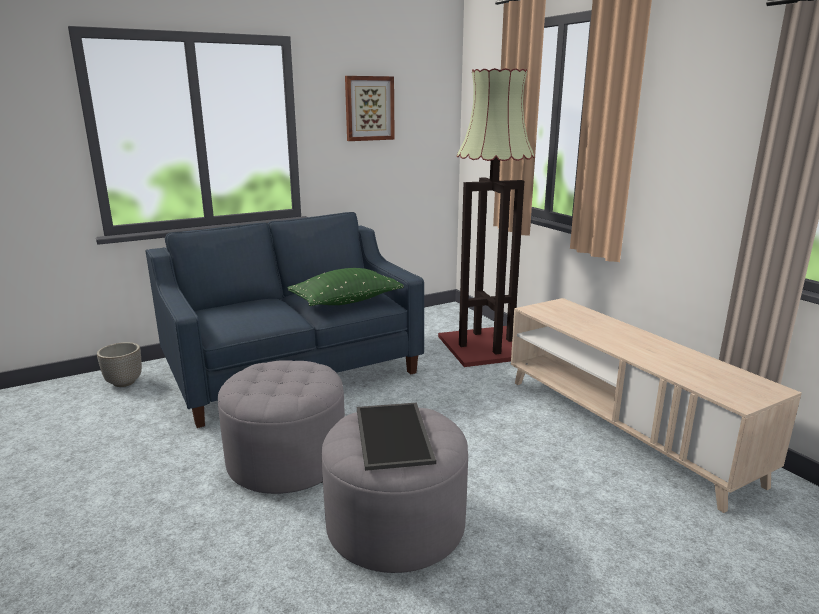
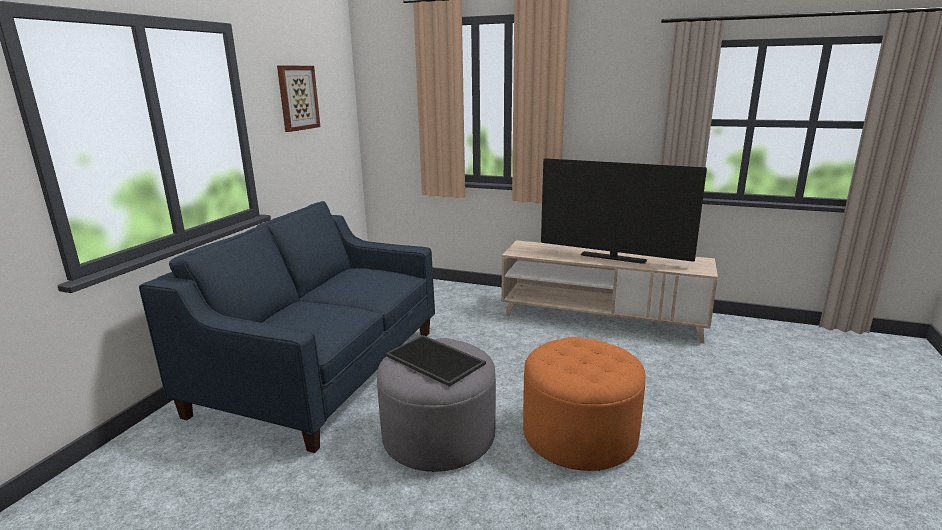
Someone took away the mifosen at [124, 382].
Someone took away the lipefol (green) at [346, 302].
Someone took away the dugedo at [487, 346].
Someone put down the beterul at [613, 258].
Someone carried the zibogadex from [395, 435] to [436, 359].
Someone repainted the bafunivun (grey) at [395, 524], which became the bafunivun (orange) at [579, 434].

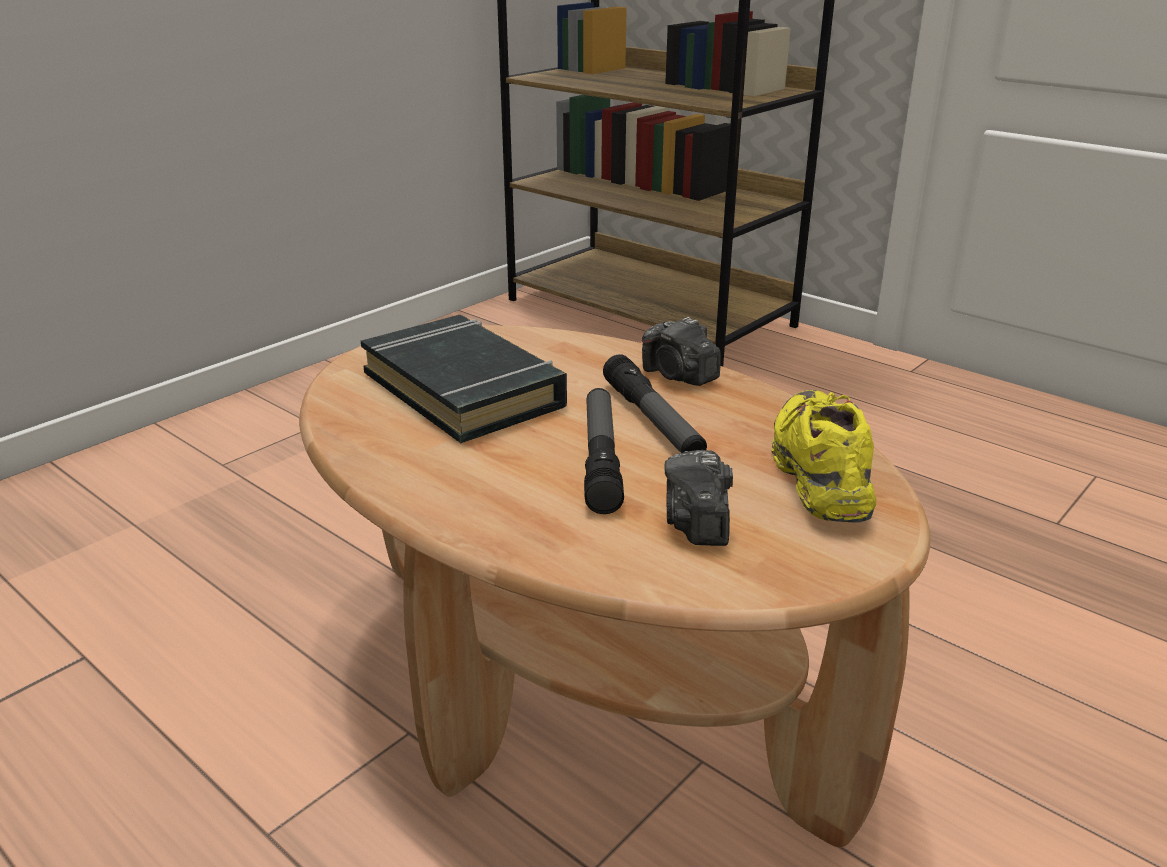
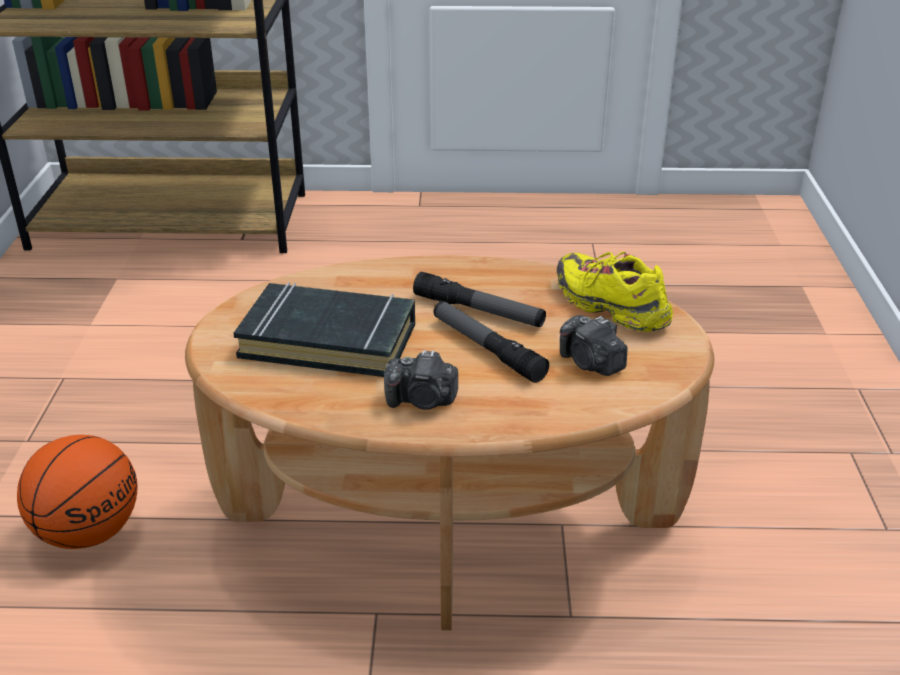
Someone put down the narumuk at [89, 531].
Someone carried the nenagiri from [679, 376] to [422, 400].

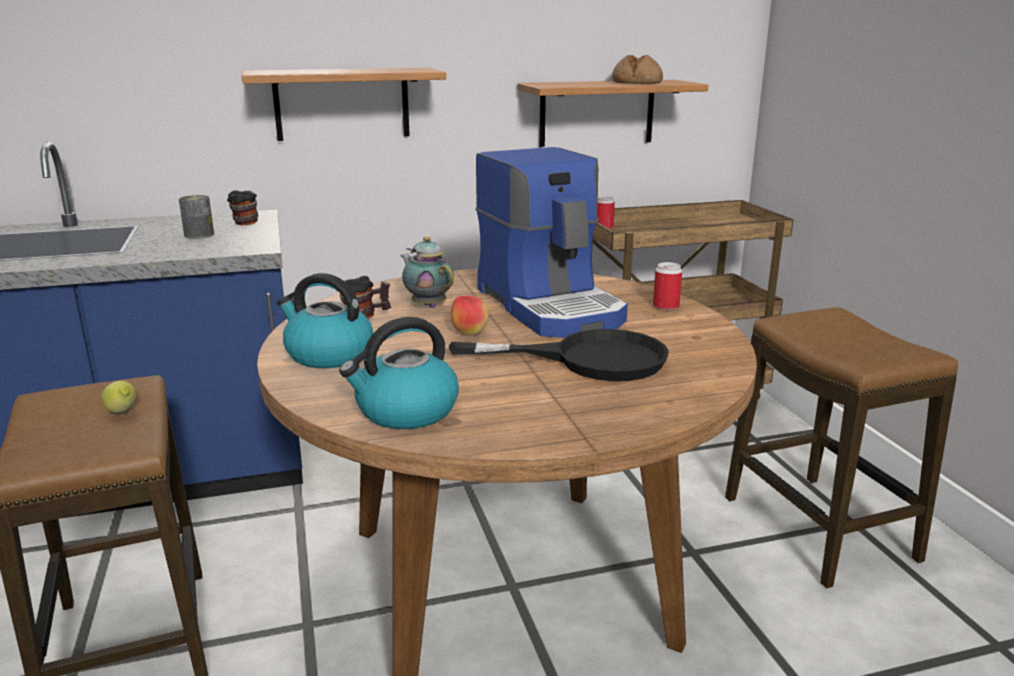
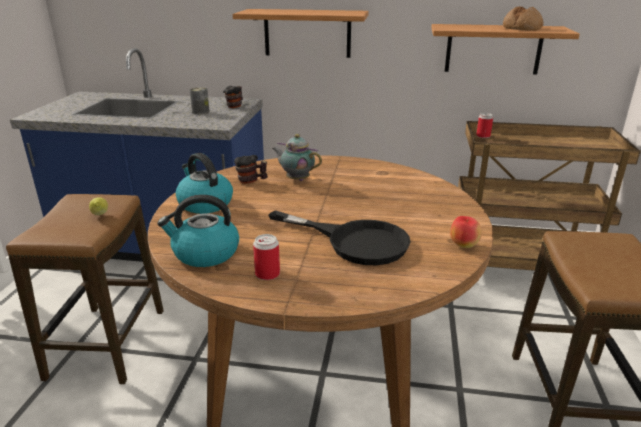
Someone took away the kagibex at [551, 306].
Someone carried the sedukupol from [469, 333] to [463, 245].
Someone carried the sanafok from [665, 306] to [267, 274].
Someone rotated the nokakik at [428, 305] by 45 degrees counterclockwise.

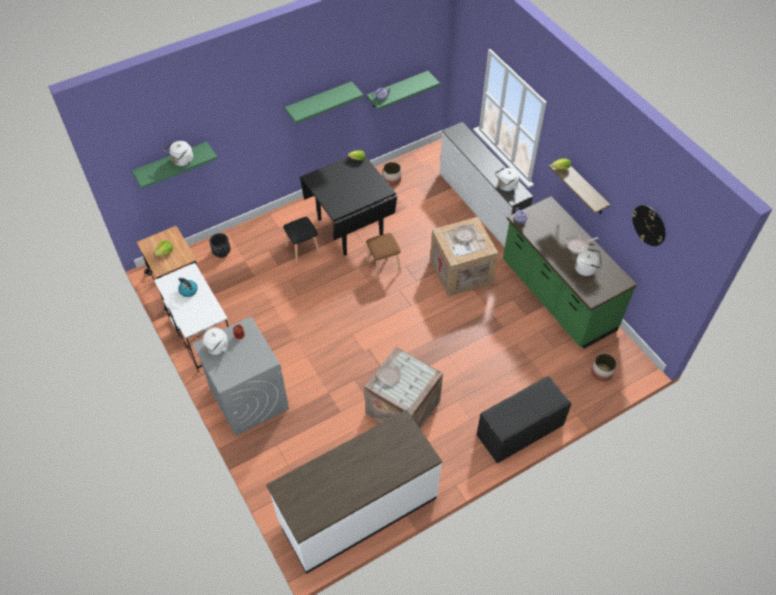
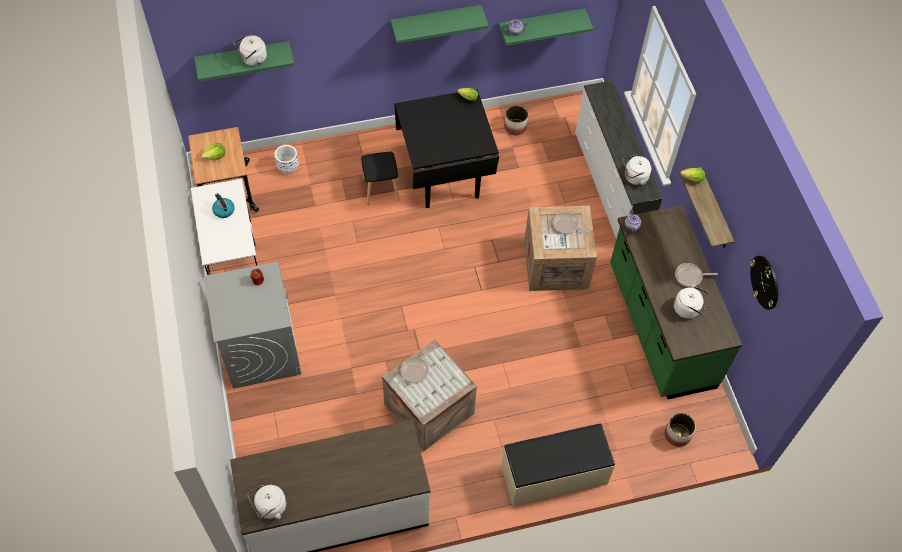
Someone took away the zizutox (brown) at [383, 266].
Someone carried the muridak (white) from [216, 348] to [269, 507].
Someone repainted the mifosen (black) at [222, 252], which became the mifosen (white) at [288, 167].
Someone repainted the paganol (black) at [520, 430], which became the paganol (beige) at [554, 475].

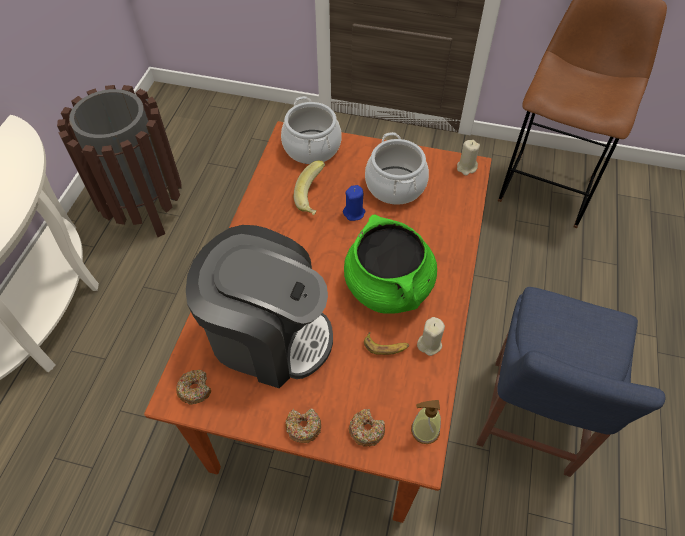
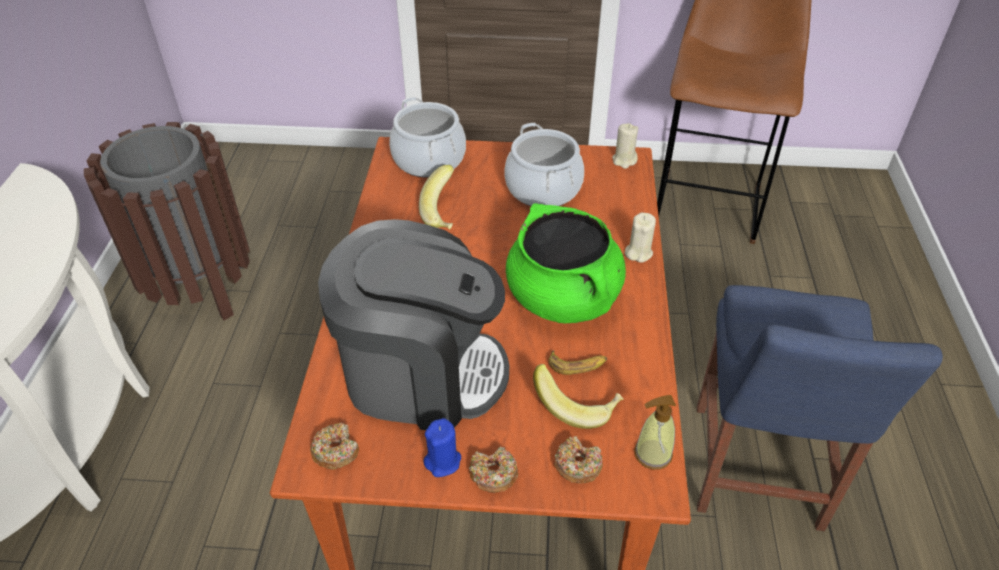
Someone put down the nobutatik at [577, 405].
Someone carried the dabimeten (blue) from [354, 213] to [443, 461].
Someone carried the dabimeten (beige) from [429, 344] to [638, 253].

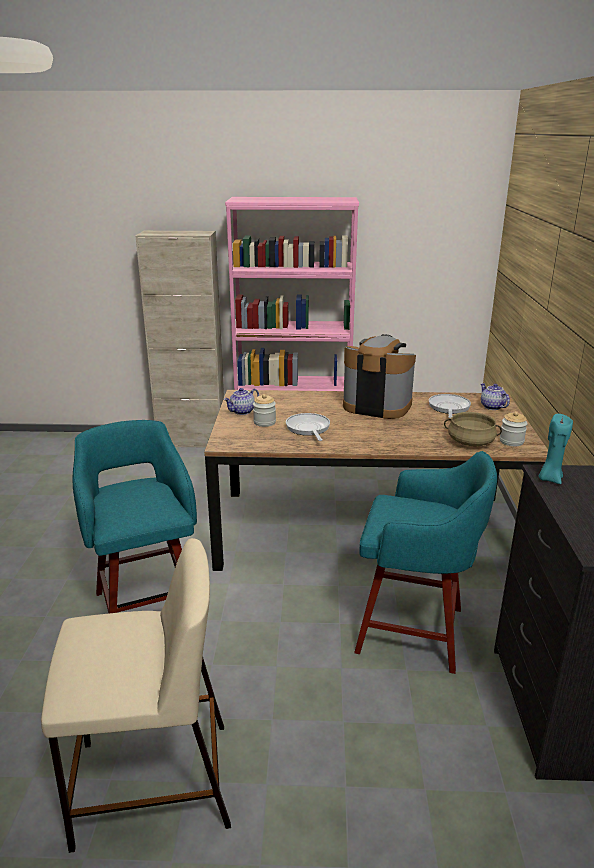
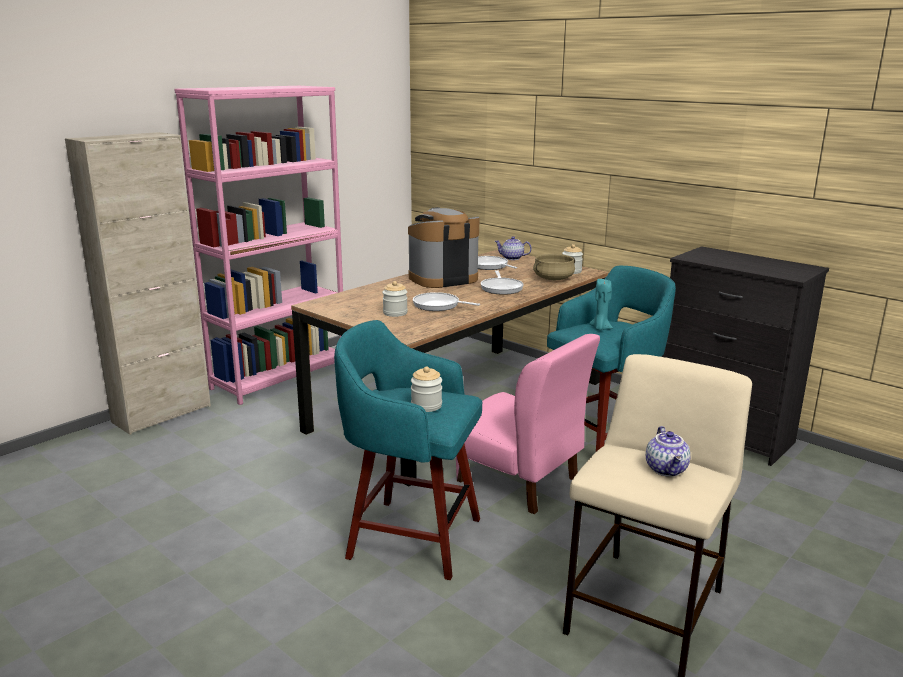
Someone put down the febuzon at [426, 406].
Someone put down the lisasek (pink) at [518, 480].
Someone put down the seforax at [501, 288].
Someone carried the nokakik from [242, 412] to [667, 470].
Someone carried the dabimeten (turquoise) from [550, 479] to [600, 328].

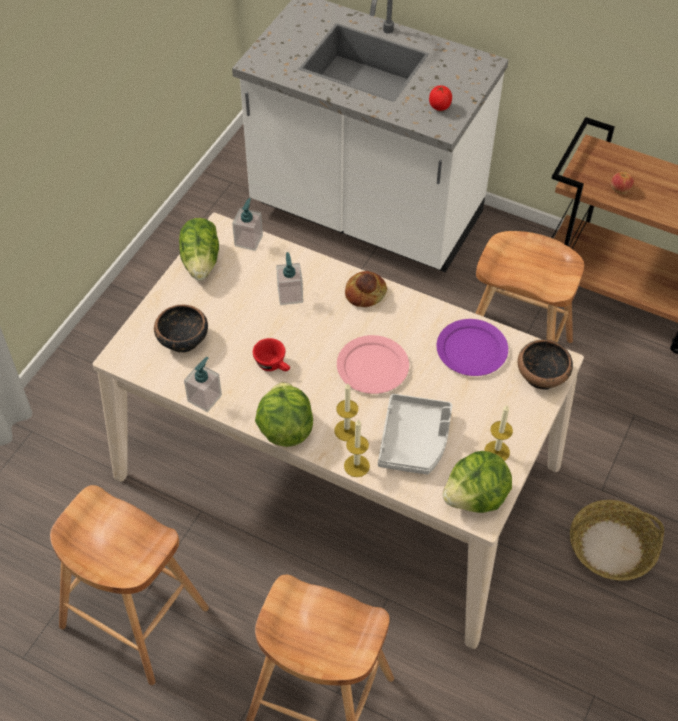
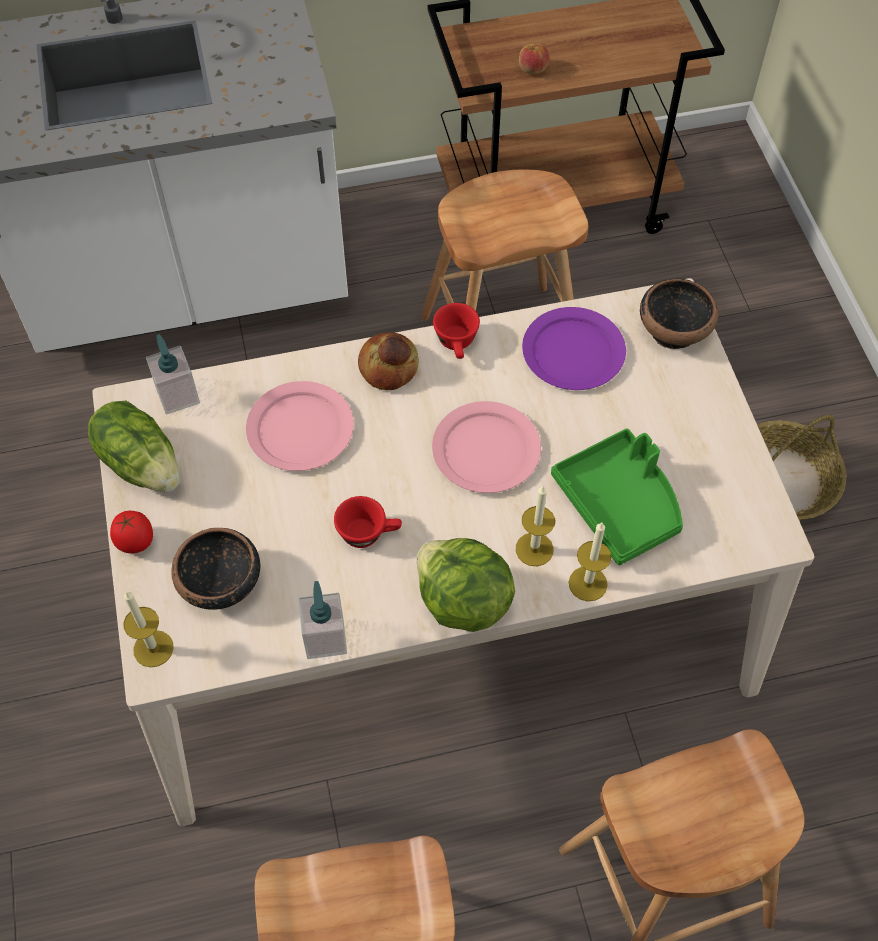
Someone took away the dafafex at [476, 498].
Someone put down the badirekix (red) at [457, 344].
Someone carried the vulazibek from [439, 107] to [136, 543].
Someone carried the dabimeten from [497, 451] to [153, 648].
Someone swapped the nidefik at [290, 295] for the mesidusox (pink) at [300, 430].
Someone repainted the zibogadex (grey) at [415, 440], which became the zibogadex (green) at [620, 504].

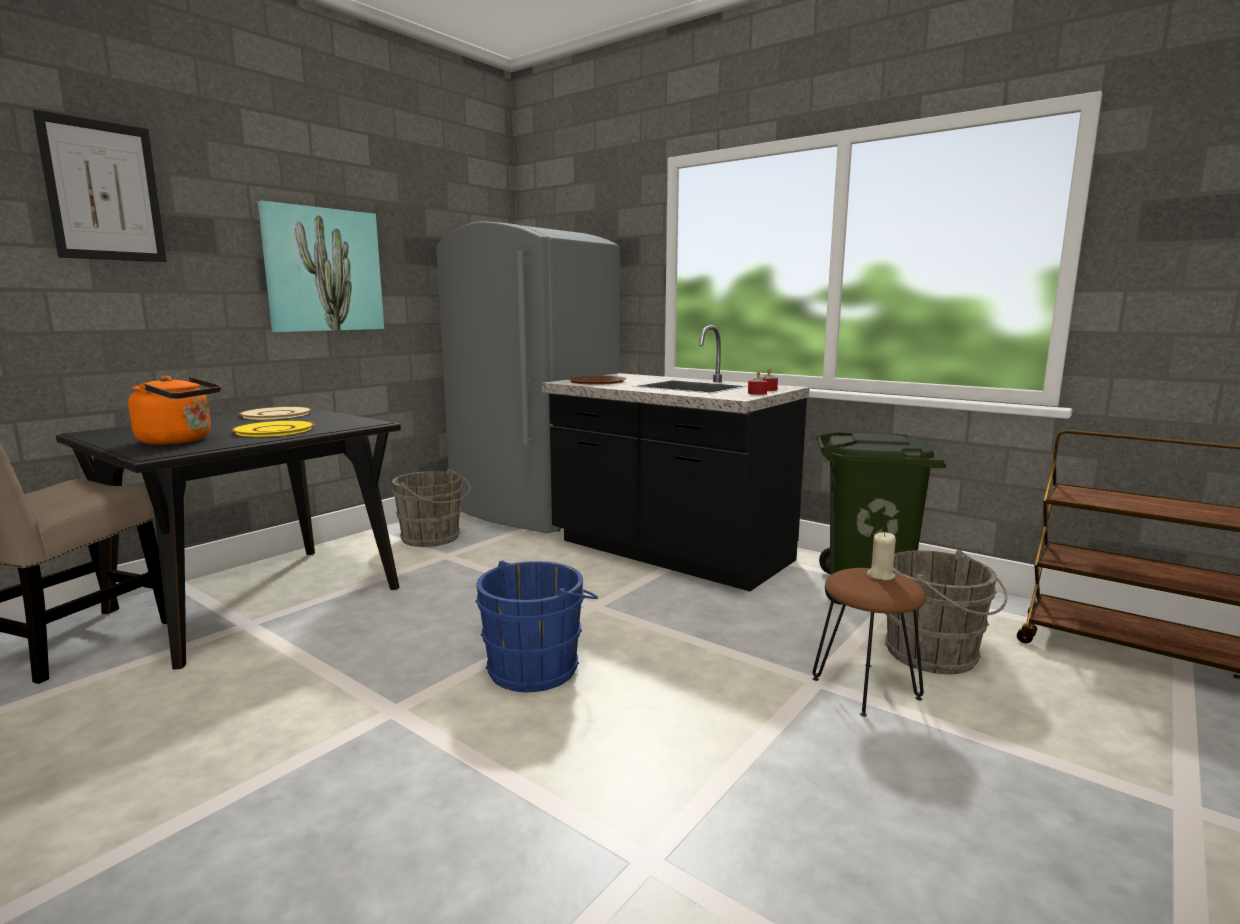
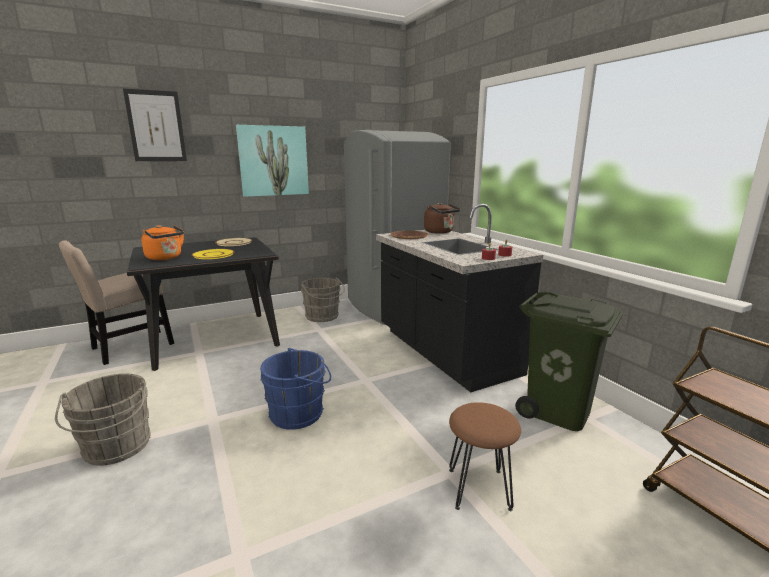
Someone took away the dabimeten (beige) at [880, 575].
Someone put down the muridak (brown) at [440, 232].
Someone carried the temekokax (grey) from [936, 655] to [116, 448].

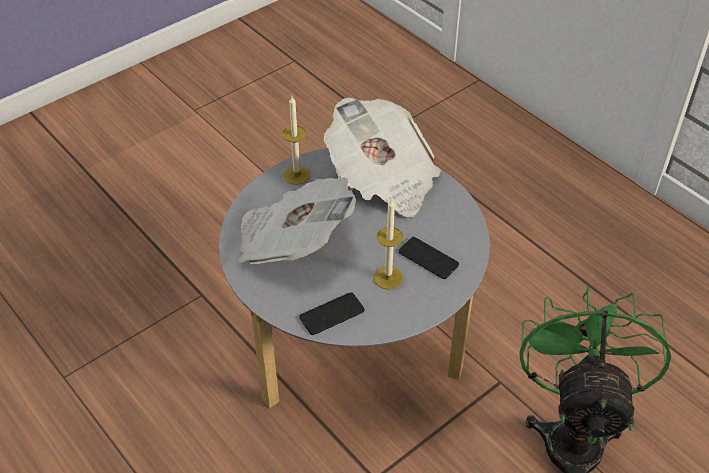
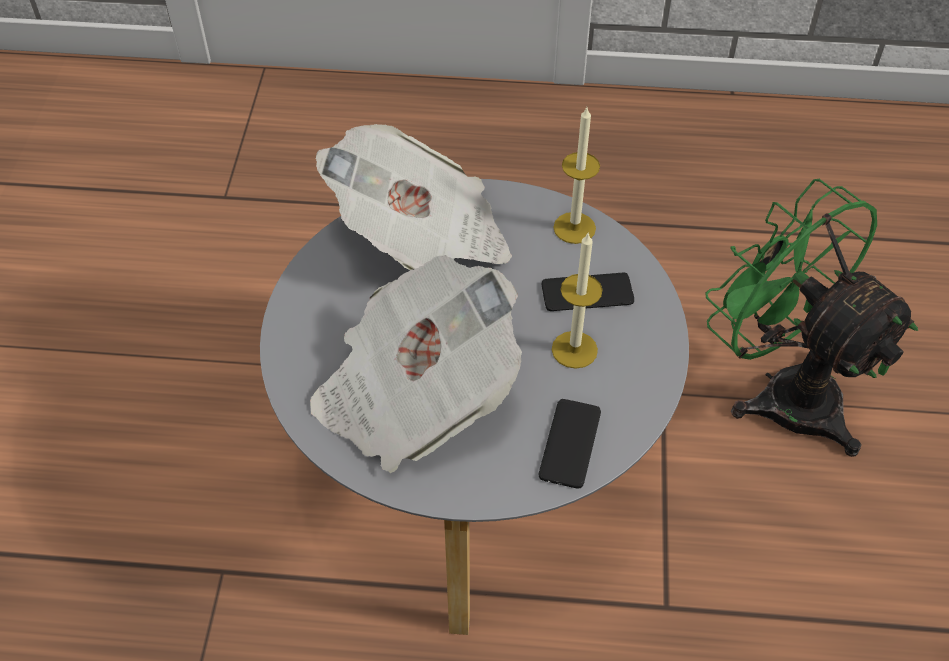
Someone carried the dabimeten from [296, 175] to [574, 228].

